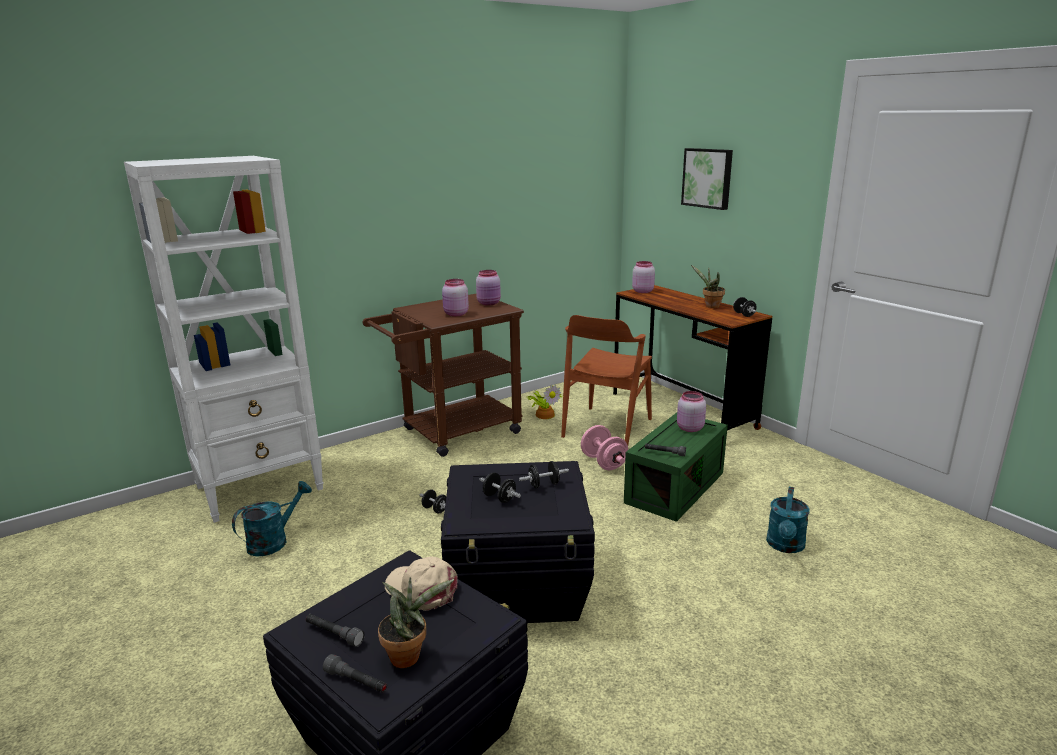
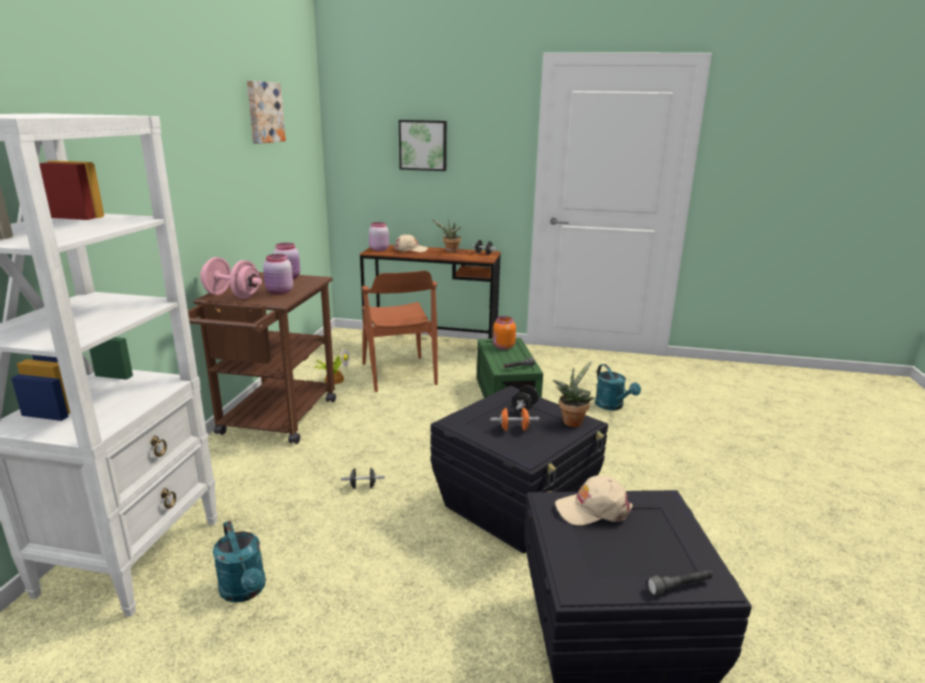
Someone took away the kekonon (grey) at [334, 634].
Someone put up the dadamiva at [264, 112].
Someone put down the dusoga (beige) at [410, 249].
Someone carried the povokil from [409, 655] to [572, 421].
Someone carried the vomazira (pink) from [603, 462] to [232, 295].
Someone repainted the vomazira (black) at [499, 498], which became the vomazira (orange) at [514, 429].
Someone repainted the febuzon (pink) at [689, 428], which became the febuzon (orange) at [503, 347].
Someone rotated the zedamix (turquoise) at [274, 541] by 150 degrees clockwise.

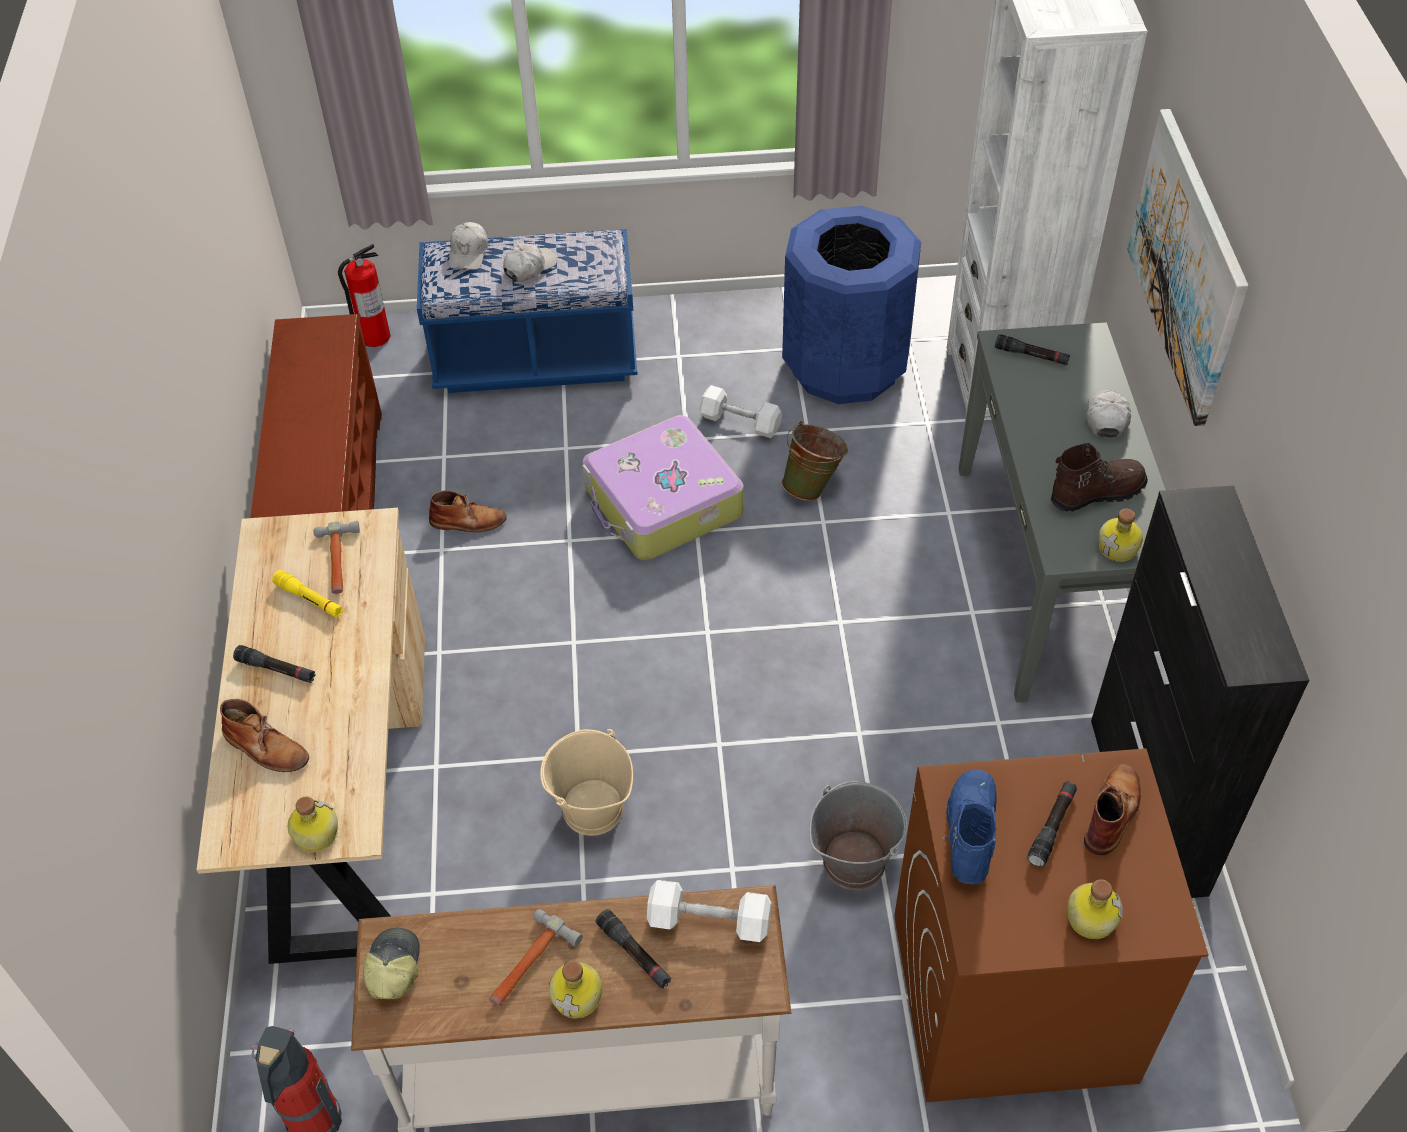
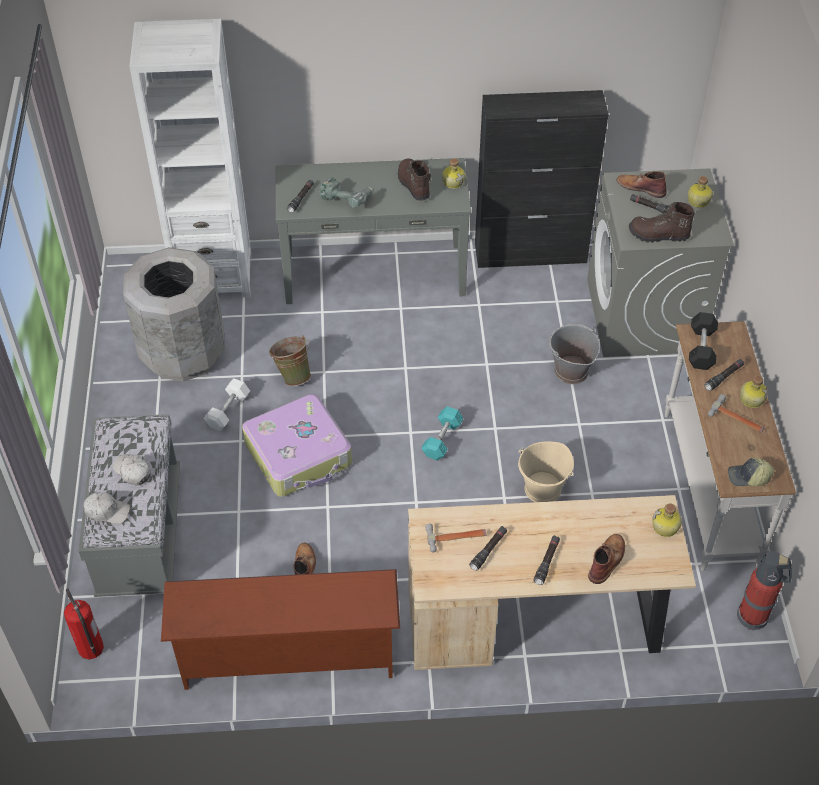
Someone took away the dusoga (white) at [1106, 417].
Someone took away the dadamiva at [1187, 265].
Someone put down the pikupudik at [347, 199].
Someone put down the vomazira (turquoise) at [442, 439].
Someone repainted the kekonon (yellow) at [309, 599], which became the kekonon (black) at [488, 550].
Someone repainted the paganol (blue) at [536, 358], which became the paganol (grey) at [140, 533].
Someone repainted the vomazira (white) at [709, 921], which became the vomazira (black) at [701, 348].
Someone repainted the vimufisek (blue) at [845, 366], which became the vimufisek (grey) at [182, 353].
Someone repainted the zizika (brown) at [1011, 998], which became the zizika (grey) at [644, 316].
Someone repainted the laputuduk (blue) at [969, 833], which became the laputuduk (brown) at [658, 235].

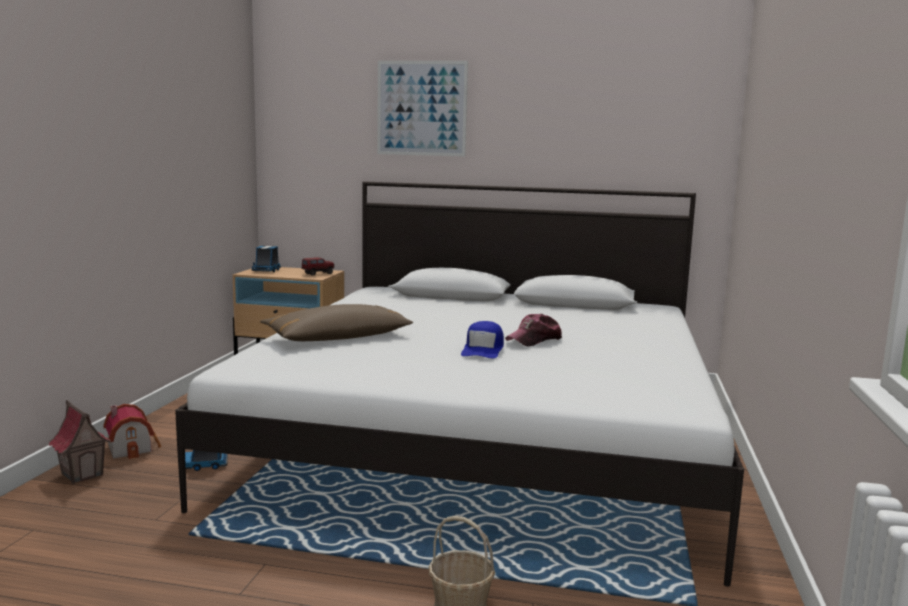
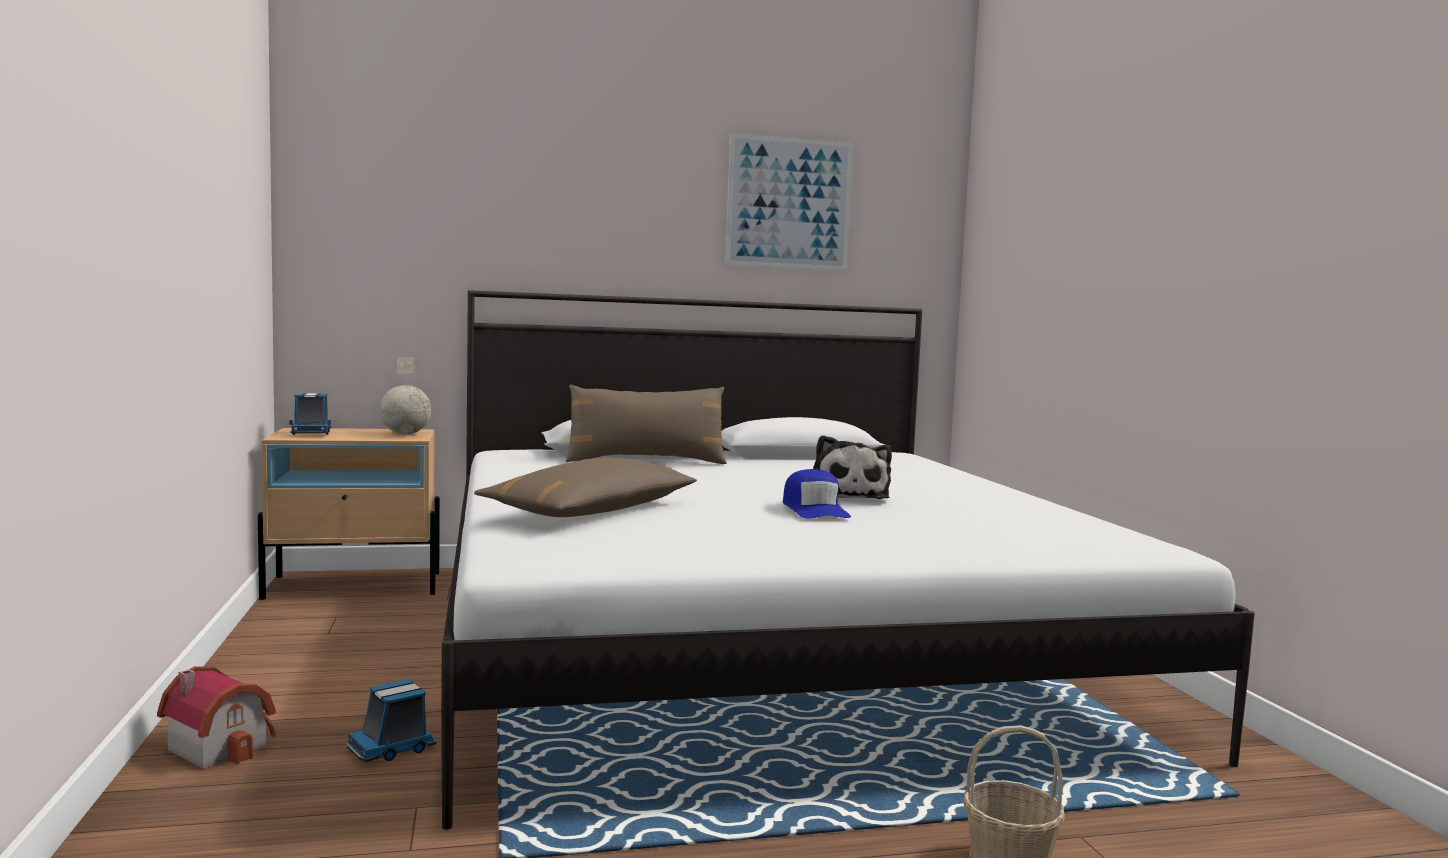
Someone took away the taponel at [83, 474].
Someone put down the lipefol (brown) at [646, 461].
Someone carried the dadamiva from [421, 108] to [789, 203].
Someone swapped the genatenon at [318, 274] for the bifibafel at [404, 434].
Someone swapped the dusoga at [534, 340] for the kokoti at [848, 495].

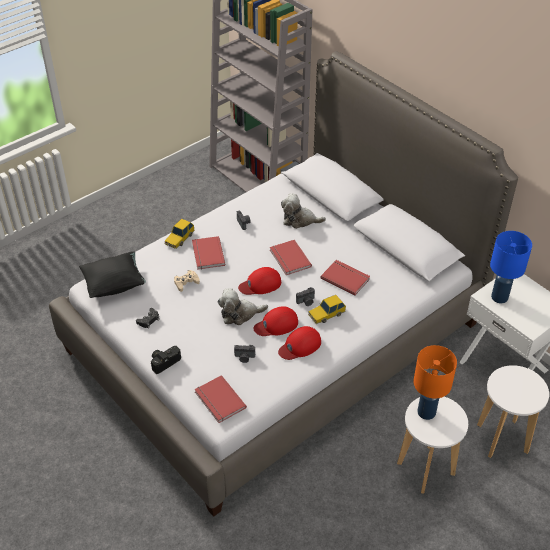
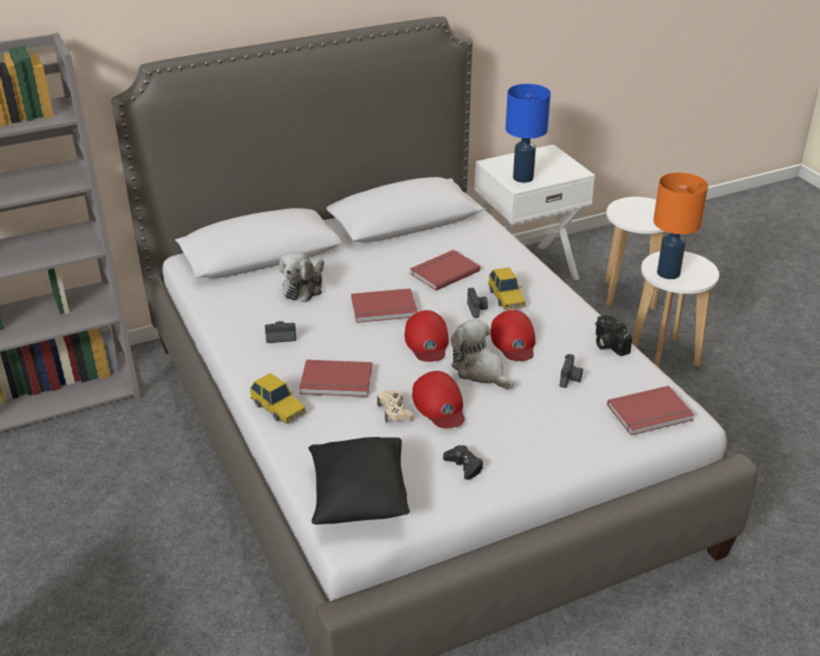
Someone carried the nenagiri from [164, 361] to [607, 344].
Someone carried the dusoga (red) from [300, 346] to [439, 405].
Someone rotated the kokoti at [240, 314] by 135 degrees clockwise.

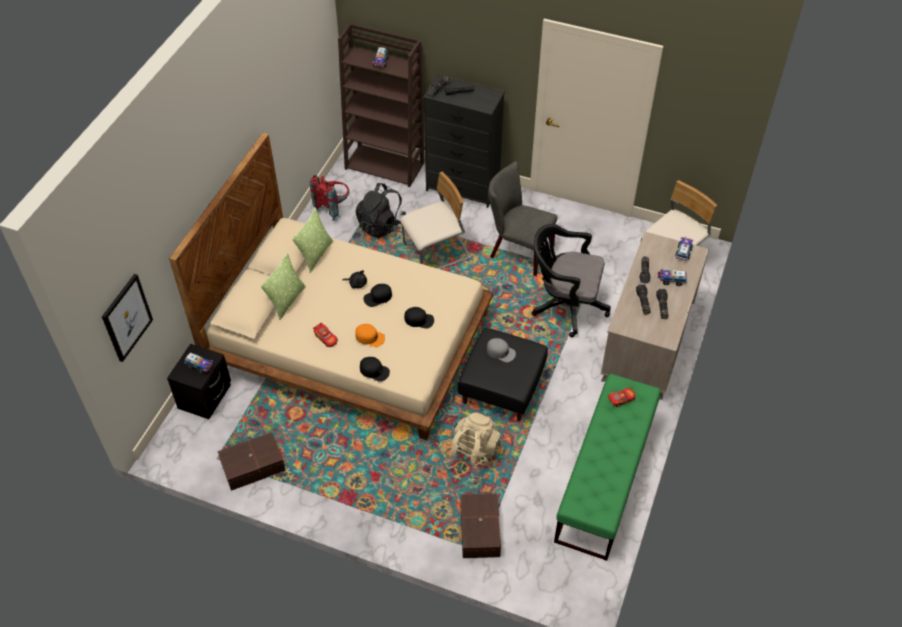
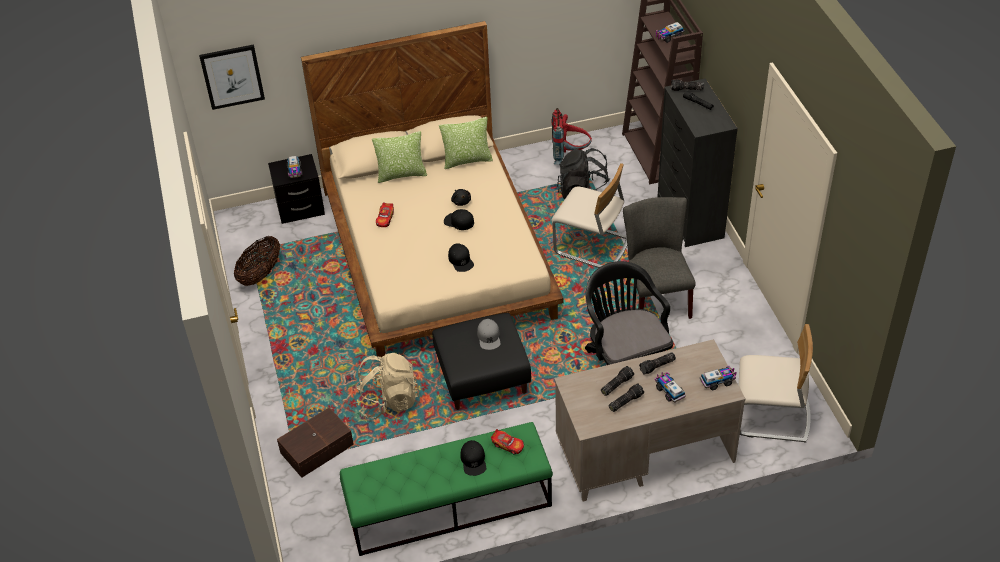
Someone took away the dusoga (orange) at [370, 337].
Someone carried the dusoga (black) from [374, 370] to [473, 460].
Someone swapped the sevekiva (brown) at [252, 466] for the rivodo at [260, 274].

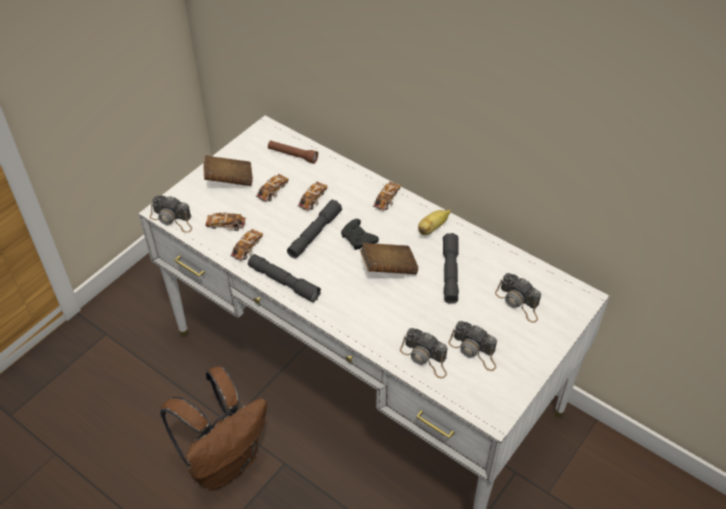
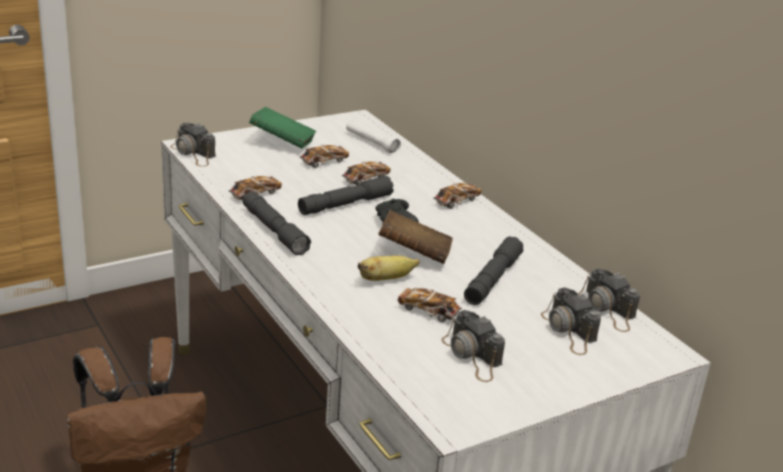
Someone carried the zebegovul from [226, 226] to [428, 312].
Someone carried the nenagiri from [425, 358] to [607, 310].
Someone carried the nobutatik from [432, 228] to [386, 279].
Someone repainted the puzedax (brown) at [229, 180], which became the puzedax (green) at [282, 143].
Someone repainted the kekonon (brown) at [292, 155], which became the kekonon (white) at [371, 143].

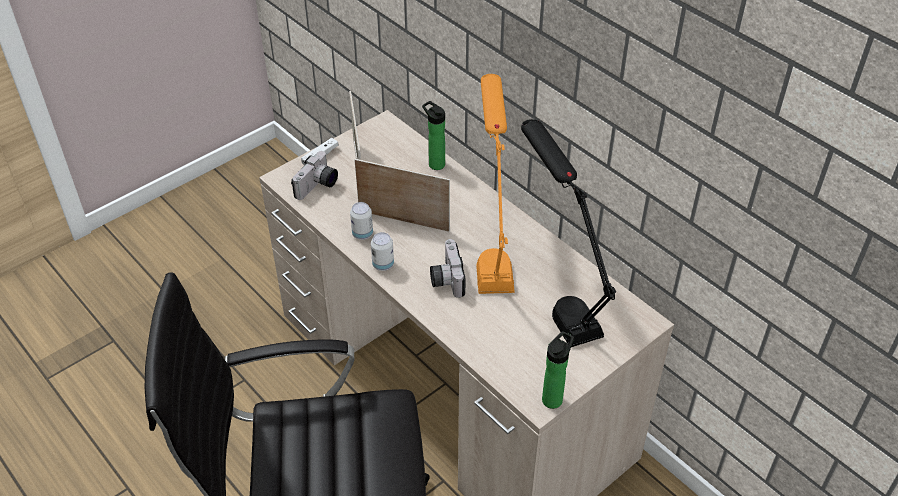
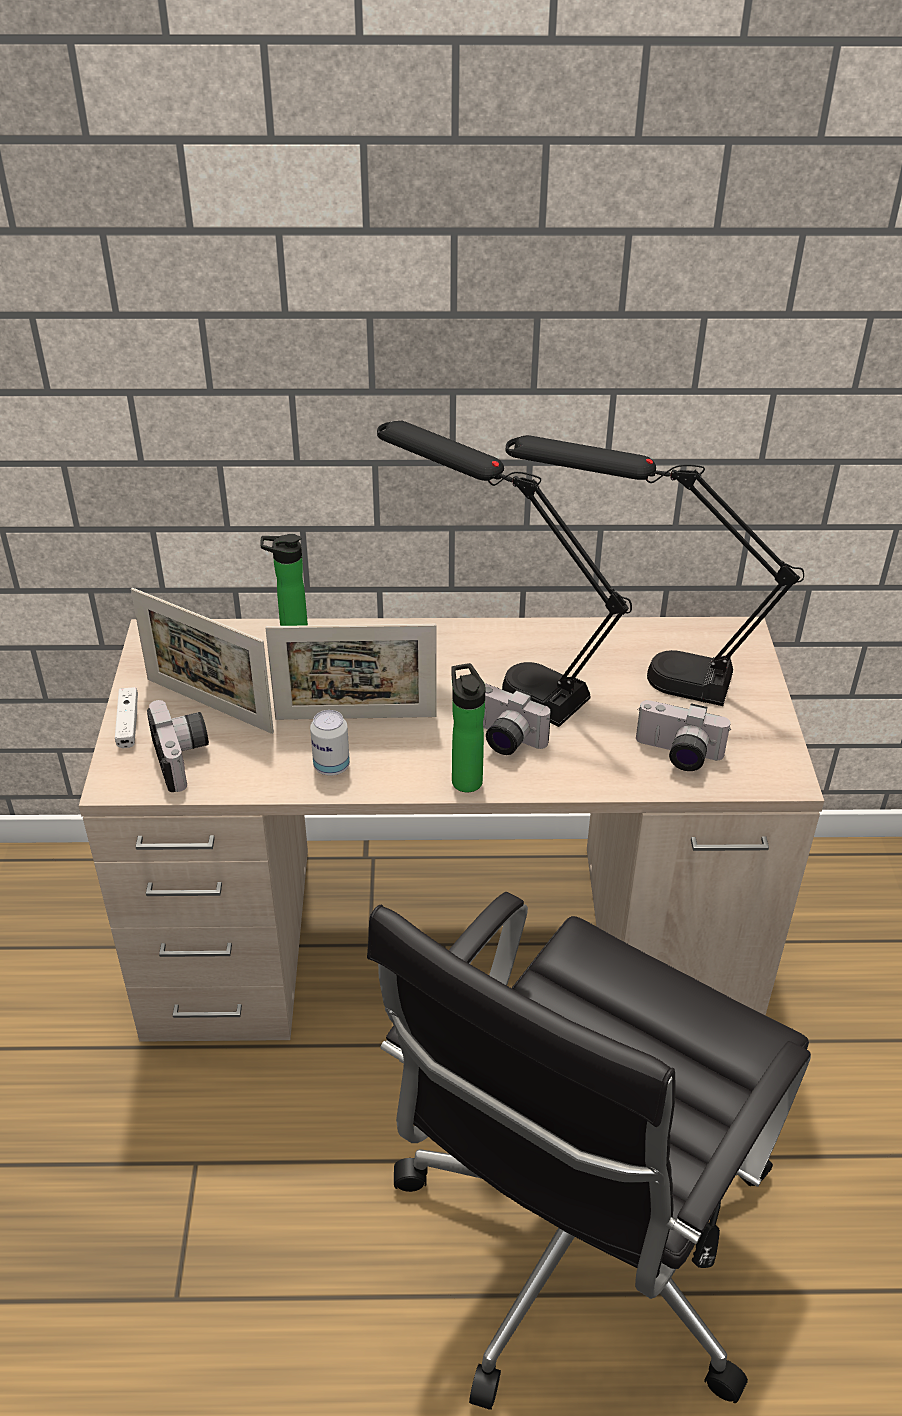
Someone took away the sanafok at [383, 265].
Someone put down the nenagiri at [677, 755].
Someone carried the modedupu from [553, 398] to [465, 778].
Someone repainted the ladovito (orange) at [492, 248], which became the ladovito (black) at [496, 673].
Someone rotated the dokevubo at [404, 221] by 150 degrees counterclockwise.

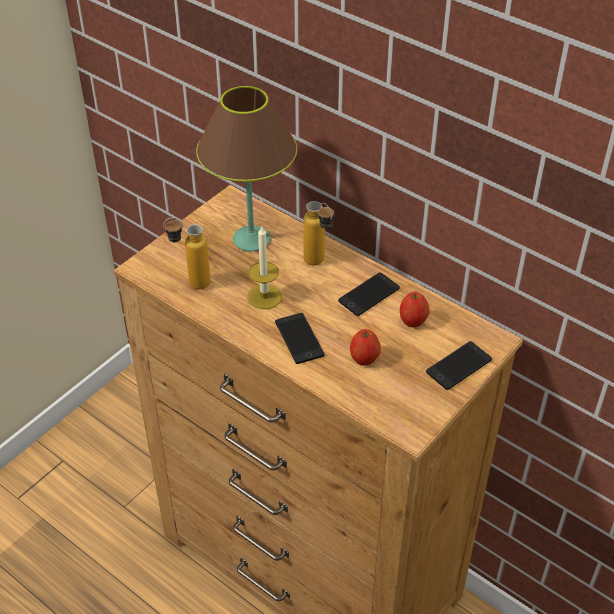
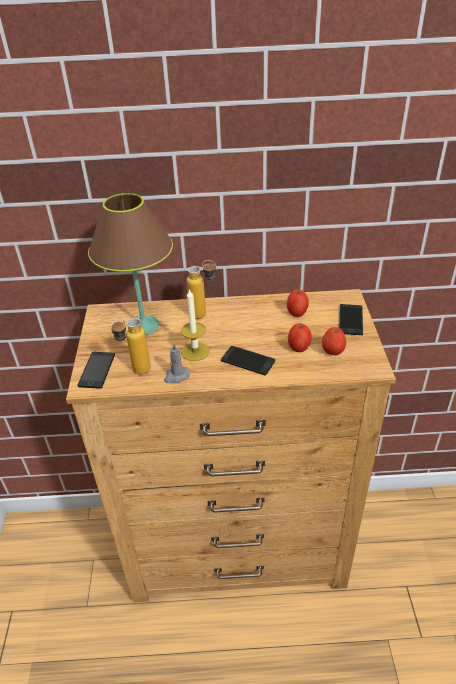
Someone put down the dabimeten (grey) at [176, 376].
Someone put down the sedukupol at [332, 352].
Someone carried the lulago from [369, 295] to [97, 370].

